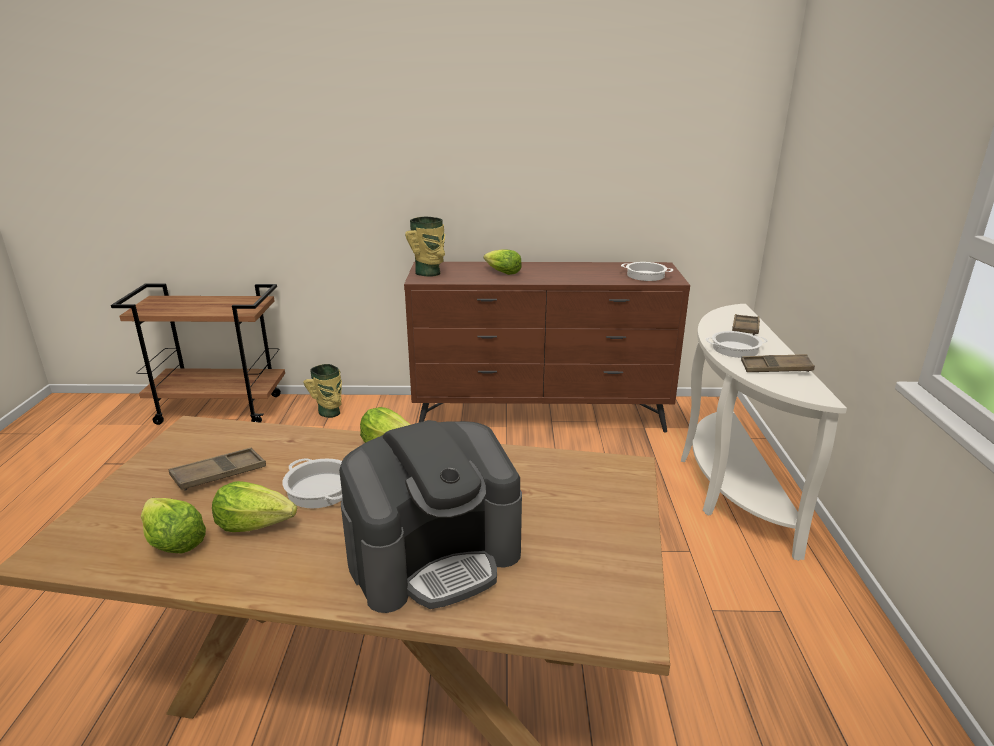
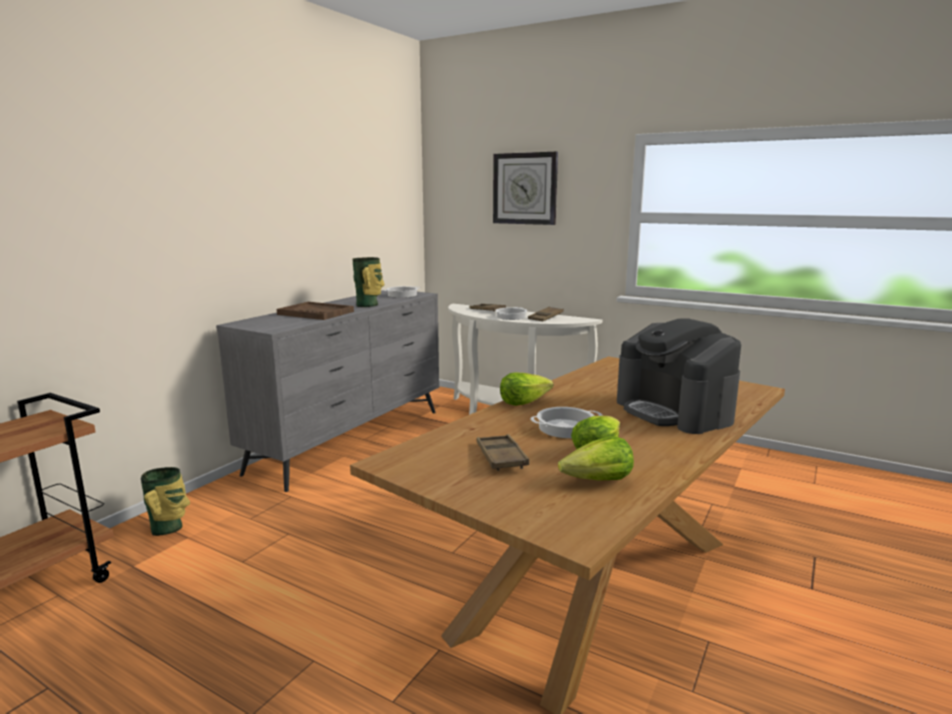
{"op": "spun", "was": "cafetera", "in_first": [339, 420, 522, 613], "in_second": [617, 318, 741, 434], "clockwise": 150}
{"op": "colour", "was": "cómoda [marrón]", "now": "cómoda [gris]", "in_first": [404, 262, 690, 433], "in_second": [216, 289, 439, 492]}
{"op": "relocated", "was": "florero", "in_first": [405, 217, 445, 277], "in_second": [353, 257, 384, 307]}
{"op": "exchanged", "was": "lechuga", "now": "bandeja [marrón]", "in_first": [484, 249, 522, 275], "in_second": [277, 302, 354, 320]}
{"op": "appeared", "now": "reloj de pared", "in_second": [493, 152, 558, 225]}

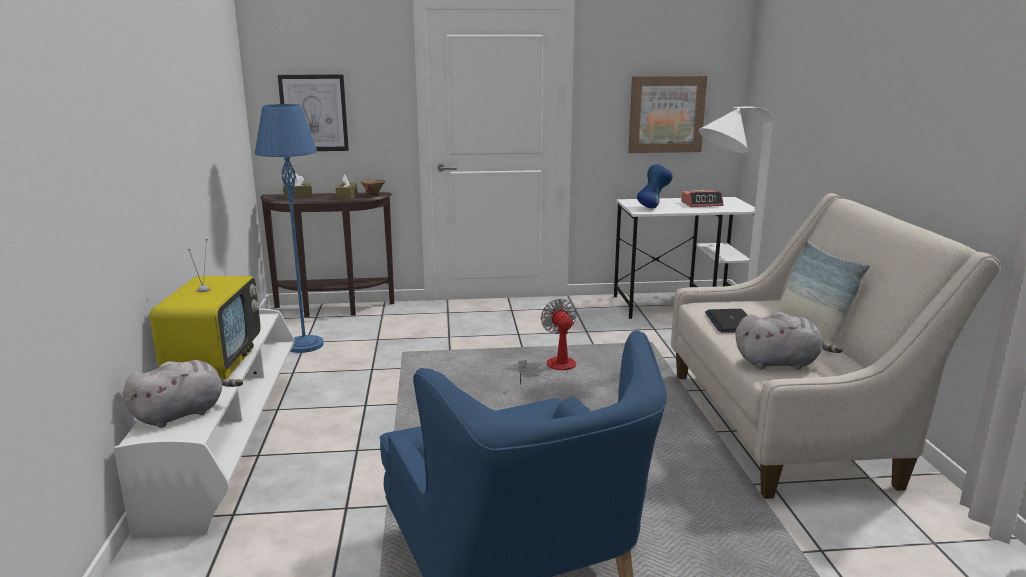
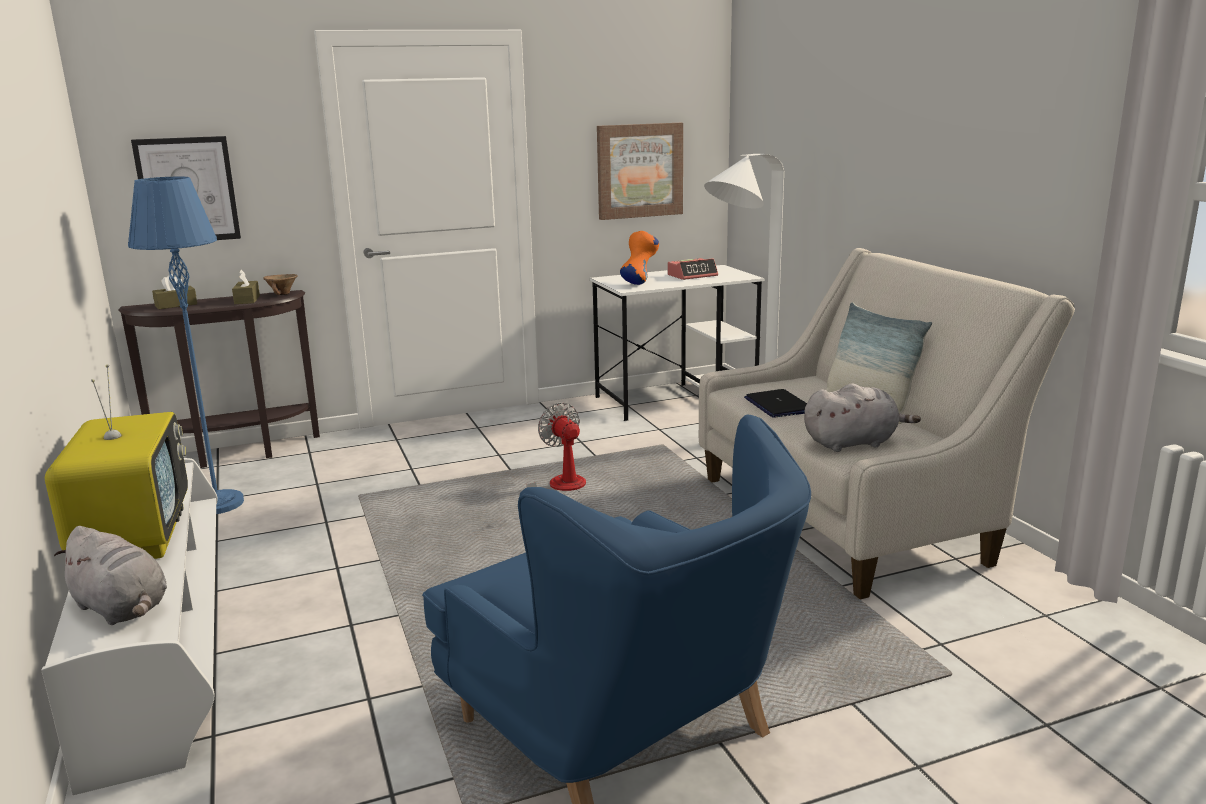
{"op": "spun", "was": "peluche [gris]", "in_first": [123, 360, 243, 428], "in_second": [54, 526, 167, 625], "clockwise": 90}
{"op": "colour", "was": "florero [azul]", "now": "florero [naranja]", "in_first": [637, 164, 673, 208], "in_second": [620, 231, 659, 285]}

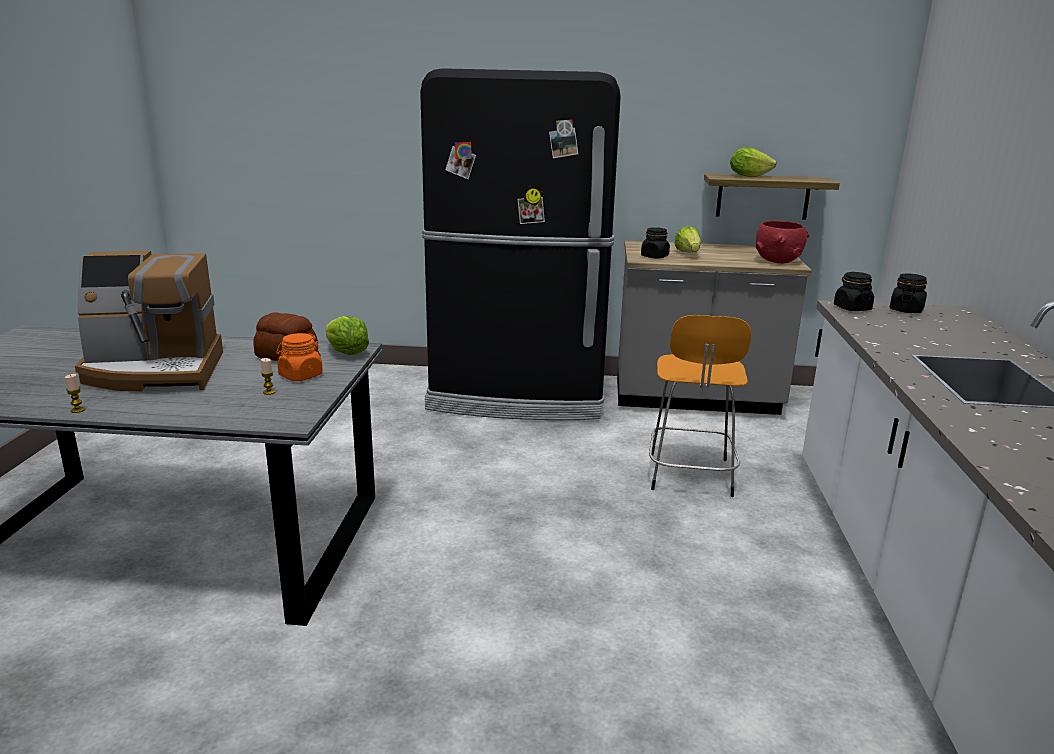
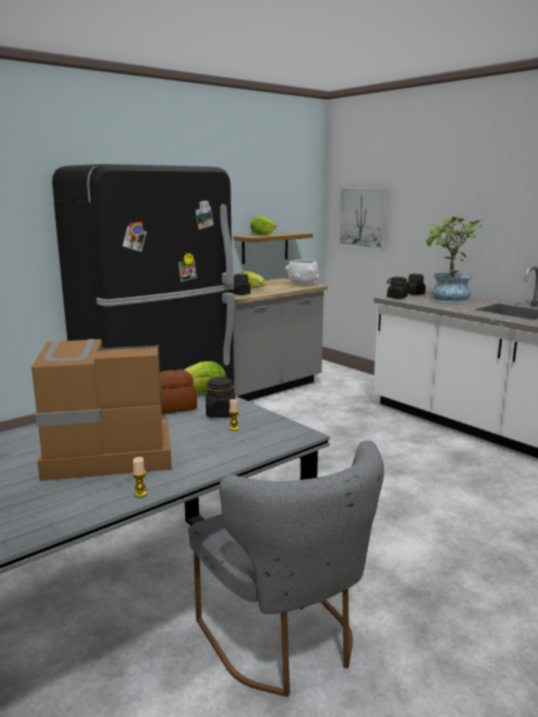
{"op": "spun", "was": "cafetera", "in_first": [75, 251, 223, 391], "in_second": [31, 339, 172, 481], "clockwise": -135}
{"op": "colour", "was": "tarro [naranja]", "now": "tarro [negro]", "in_first": [276, 333, 323, 381], "in_second": [205, 377, 235, 418]}
{"op": "missing", "was": "taburete [naranja]", "in_first": [649, 315, 751, 497]}
{"op": "colour", "was": "cuenco [rojo]", "now": "cuenco [blanco]", "in_first": [756, 221, 809, 263], "in_second": [285, 260, 320, 286]}
{"op": "appeared", "now": "silla [gris]", "in_second": [188, 441, 384, 697]}
{"op": "appeared", "now": "cuadro", "in_second": [338, 188, 388, 250]}
{"op": "appeared", "now": "planta en maceta", "in_second": [426, 217, 486, 303]}

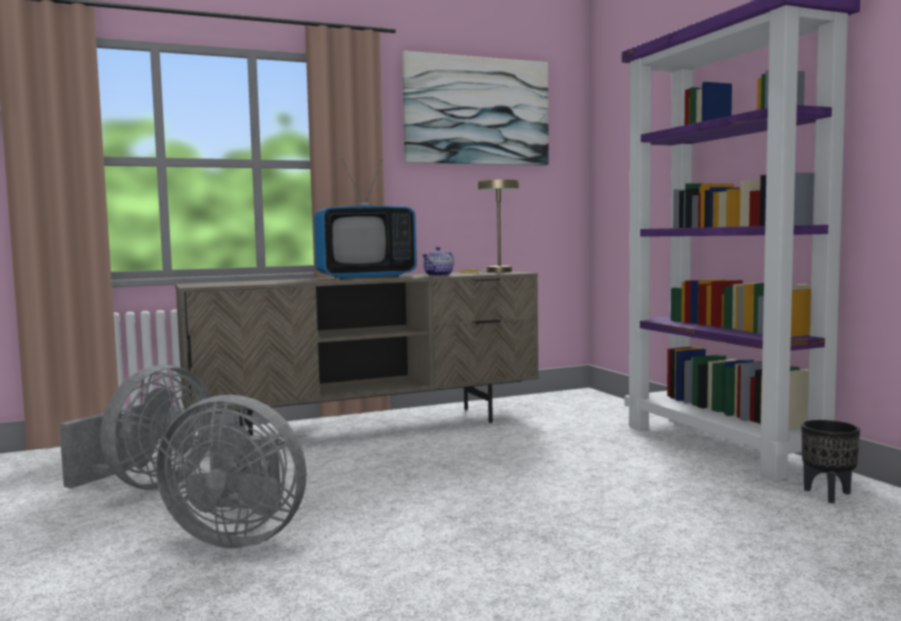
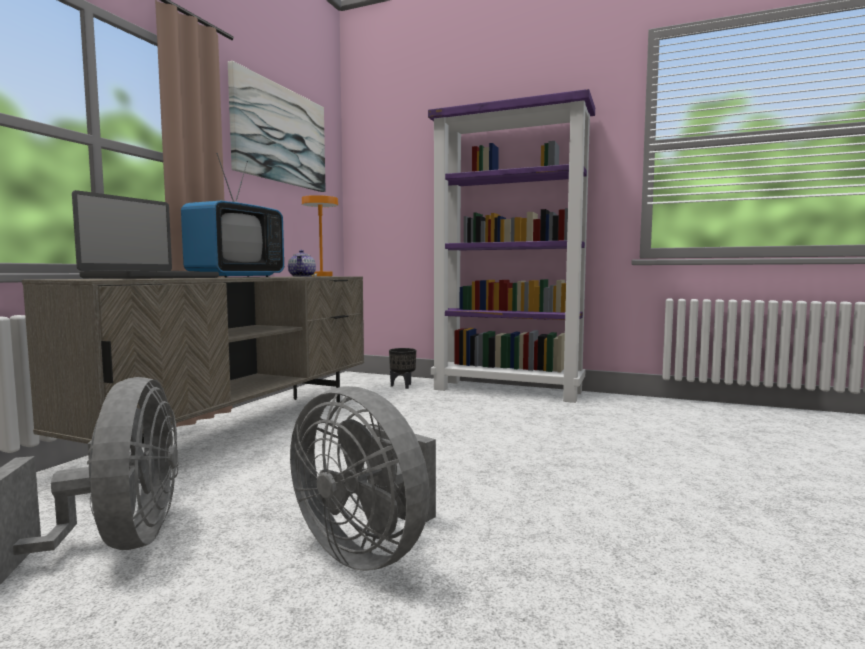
{"op": "spun", "was": "ventilador [gris]", "in_first": [156, 395, 306, 549], "in_second": [290, 386, 436, 571], "clockwise": 75}
{"op": "colour", "was": "lámpara de mesa [beis]", "now": "lámpara de mesa [naranja]", "in_first": [460, 179, 519, 273], "in_second": [302, 195, 338, 276]}
{"op": "relocated", "was": "maceta [negro]", "in_first": [801, 420, 860, 503], "in_second": [389, 348, 416, 389]}
{"op": "appeared", "now": "portátil", "in_second": [72, 190, 219, 279]}

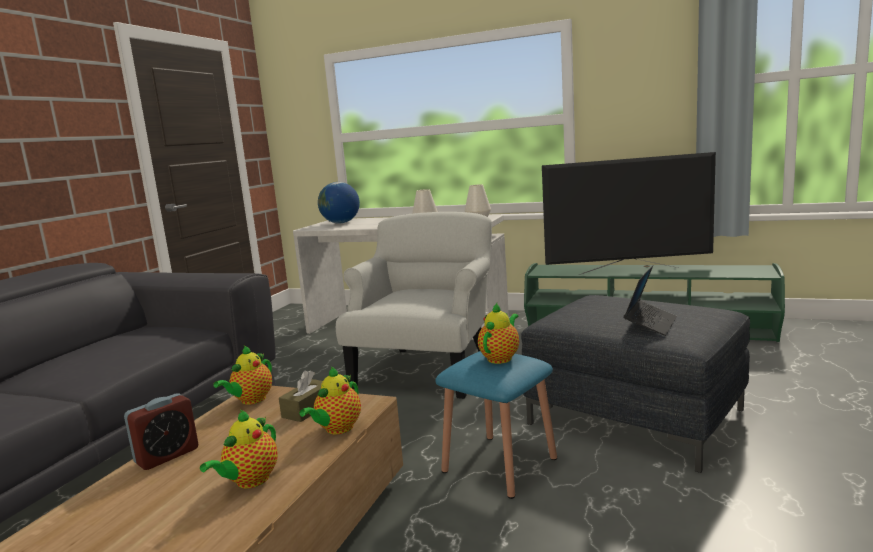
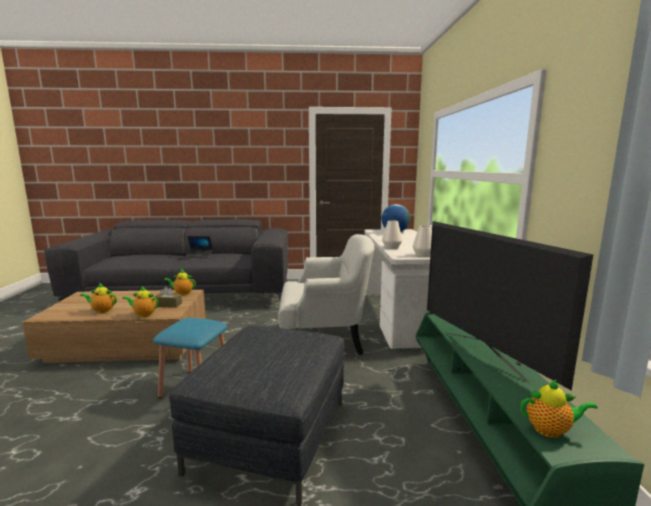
{"op": "missing", "was": "despertador", "in_first": [124, 393, 198, 470]}
{"op": "relocated", "was": "tetera", "in_first": [478, 303, 519, 364], "in_second": [520, 380, 598, 438]}
{"op": "relocated", "was": "portátil", "in_first": [623, 265, 677, 336], "in_second": [185, 236, 213, 258]}

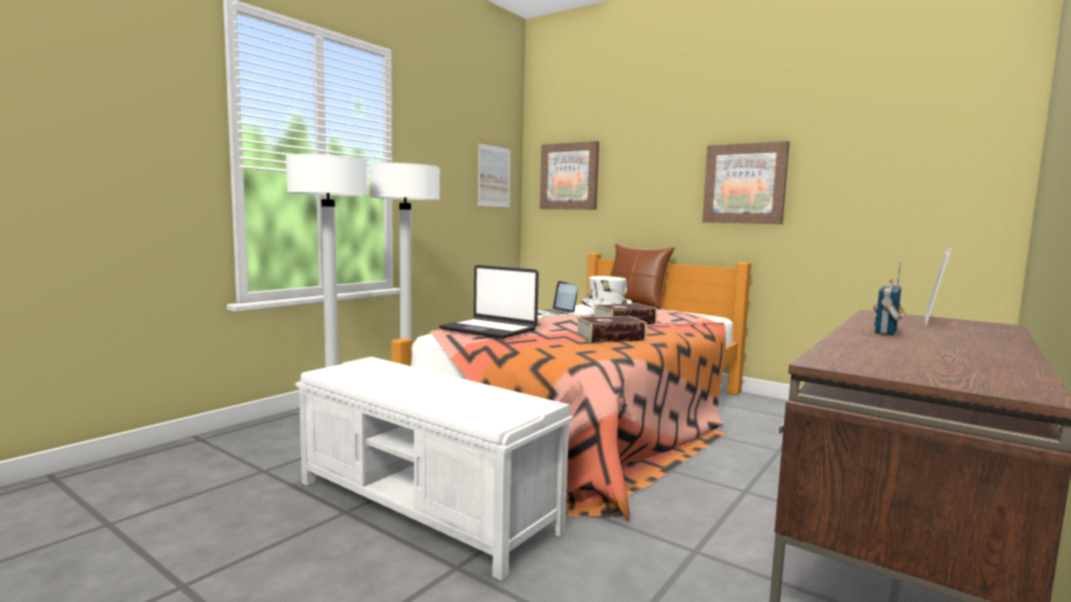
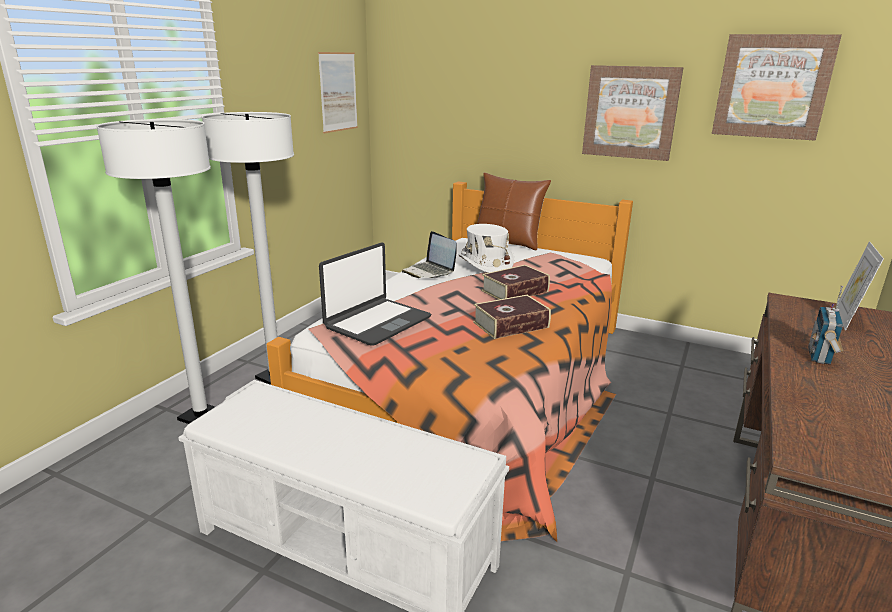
{"op": "spun", "was": "portátil", "in_first": [439, 265, 539, 339], "in_second": [319, 242, 431, 346], "clockwise": -75}
{"op": "relocated", "was": "cuadro", "in_first": [540, 141, 599, 210], "in_second": [712, 34, 842, 141]}

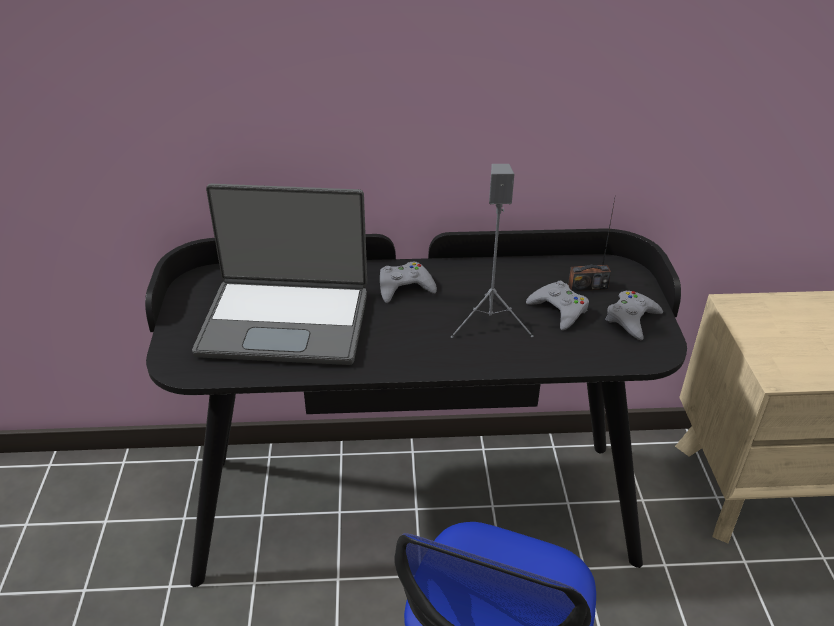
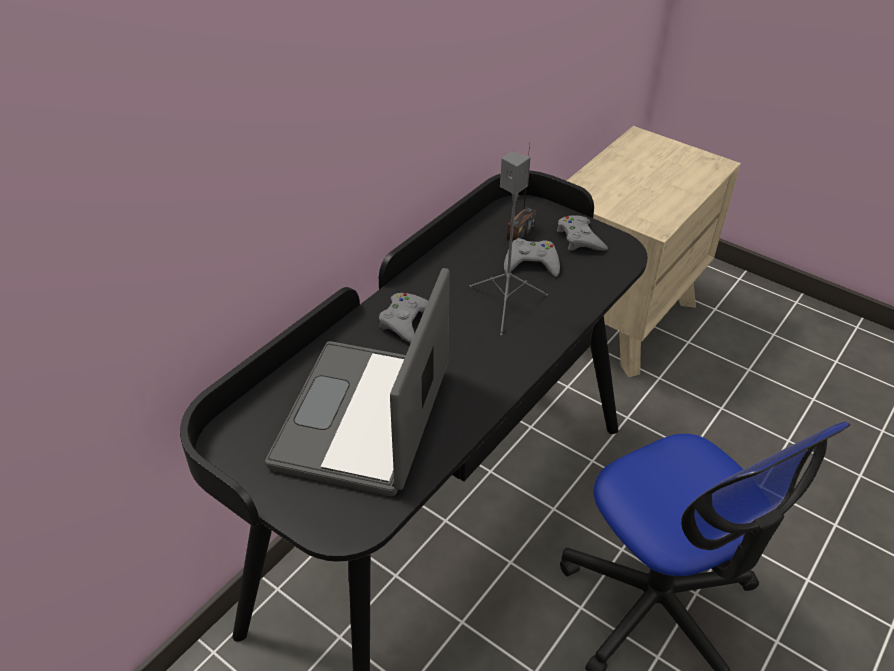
{"op": "spun", "was": "portátil", "in_first": [192, 184, 367, 365], "in_second": [265, 268, 450, 496], "clockwise": 150}

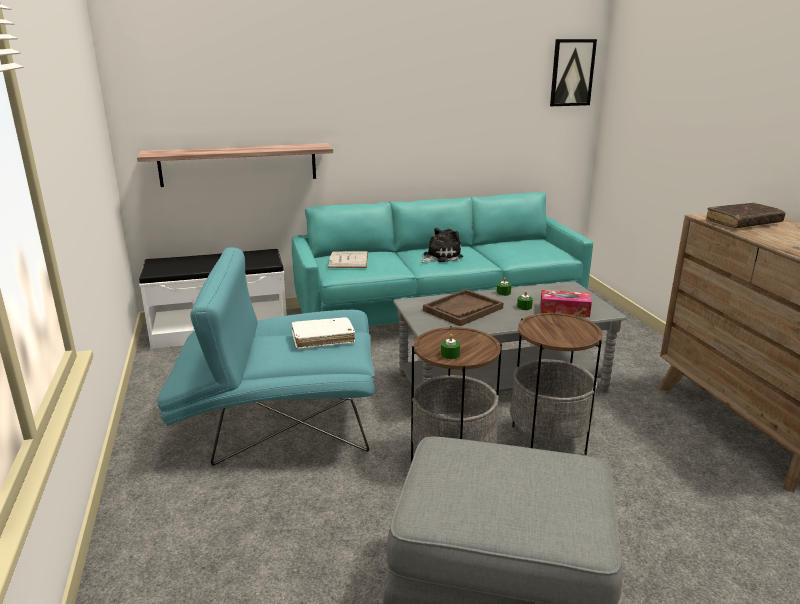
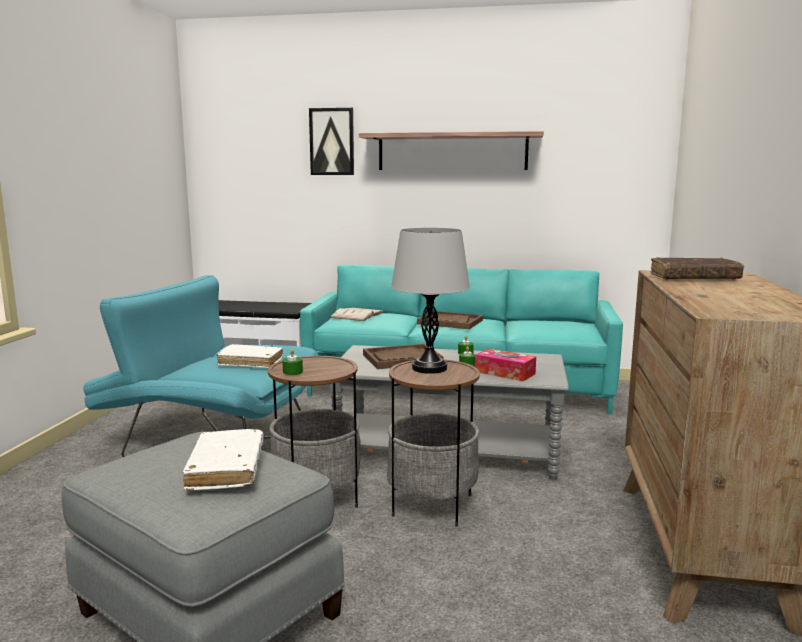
{"op": "relocated", "was": "estante", "in_first": [137, 143, 333, 187], "in_second": [359, 131, 544, 170]}
{"op": "exchanged", "was": "peluche", "now": "bandeja [marrón]", "in_first": [421, 228, 463, 263], "in_second": [417, 311, 483, 329]}
{"op": "relocated", "was": "cuadro", "in_first": [550, 39, 597, 106], "in_second": [309, 108, 354, 175]}
{"op": "appeared", "now": "libro [blanco]", "in_second": [183, 429, 263, 491]}
{"op": "appeared", "now": "lámpara de mesa [gris]", "in_second": [391, 228, 470, 374]}

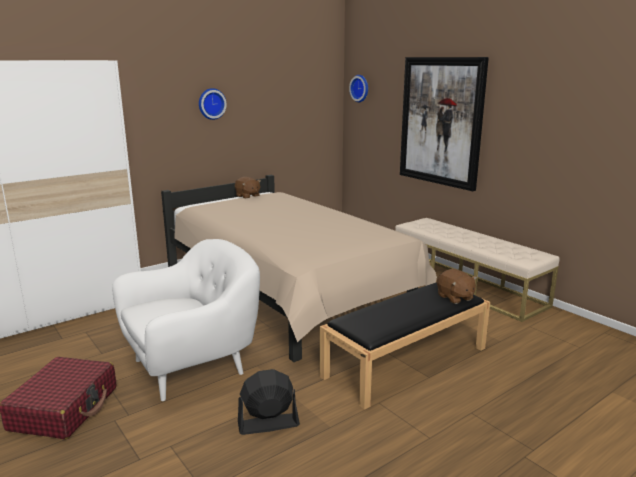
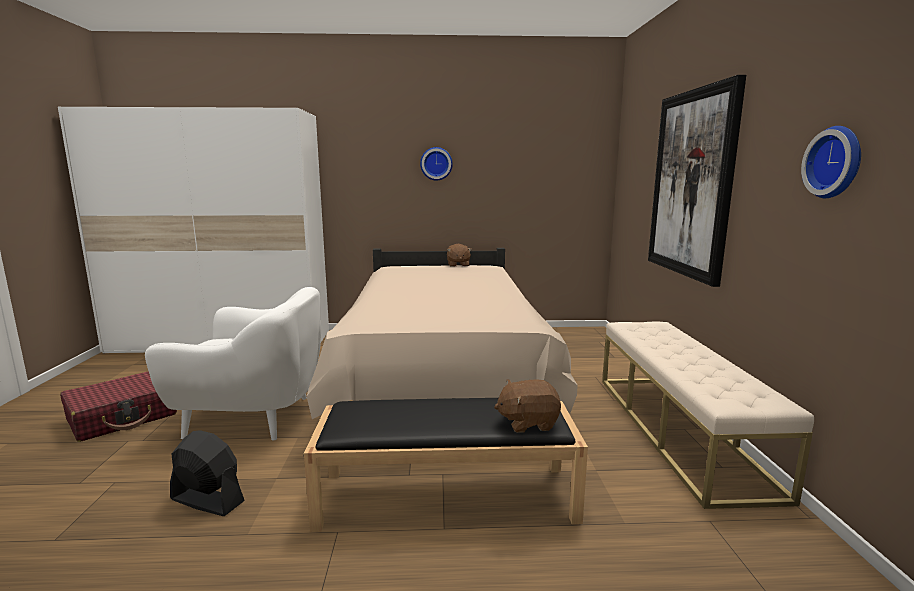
{"op": "relocated", "was": "reloj de pared", "in_first": [349, 75, 368, 102], "in_second": [801, 126, 861, 198]}
{"op": "spun", "was": "peluche [marrón]", "in_first": [437, 269, 477, 304], "in_second": [494, 380, 561, 433], "clockwise": 75}

